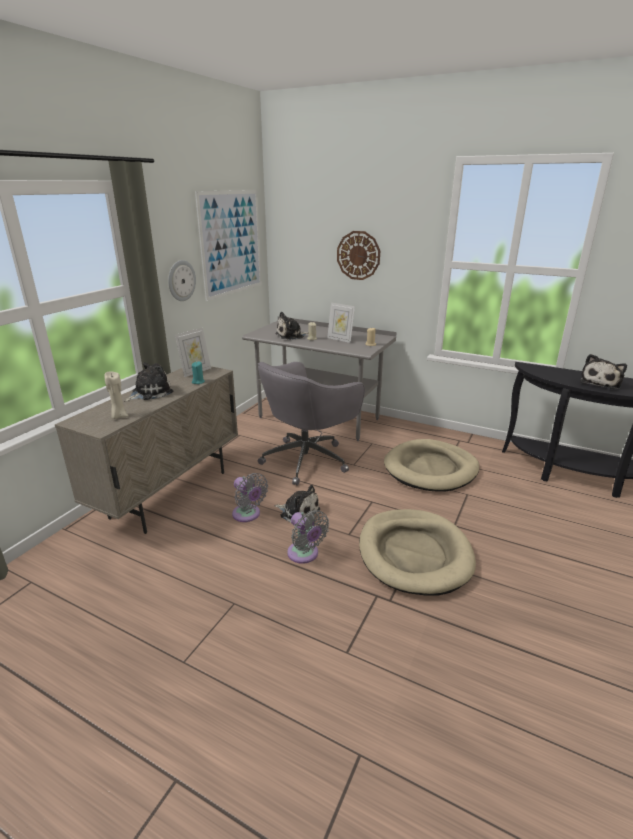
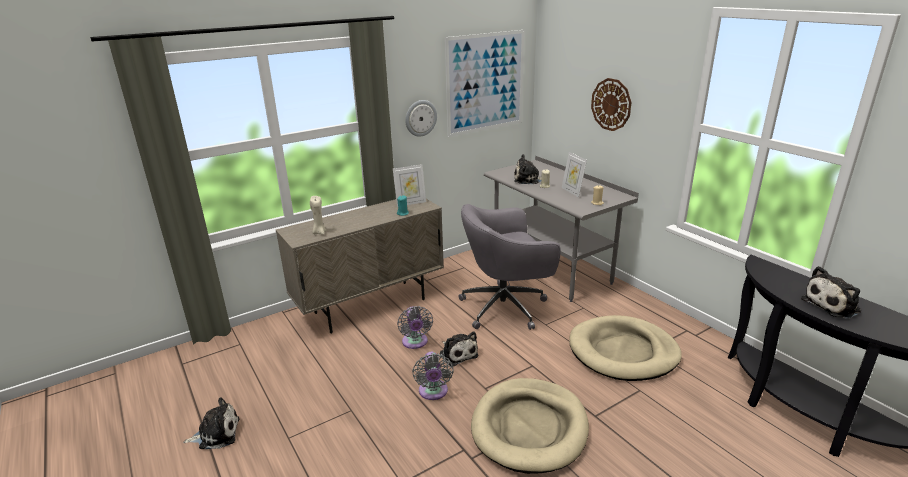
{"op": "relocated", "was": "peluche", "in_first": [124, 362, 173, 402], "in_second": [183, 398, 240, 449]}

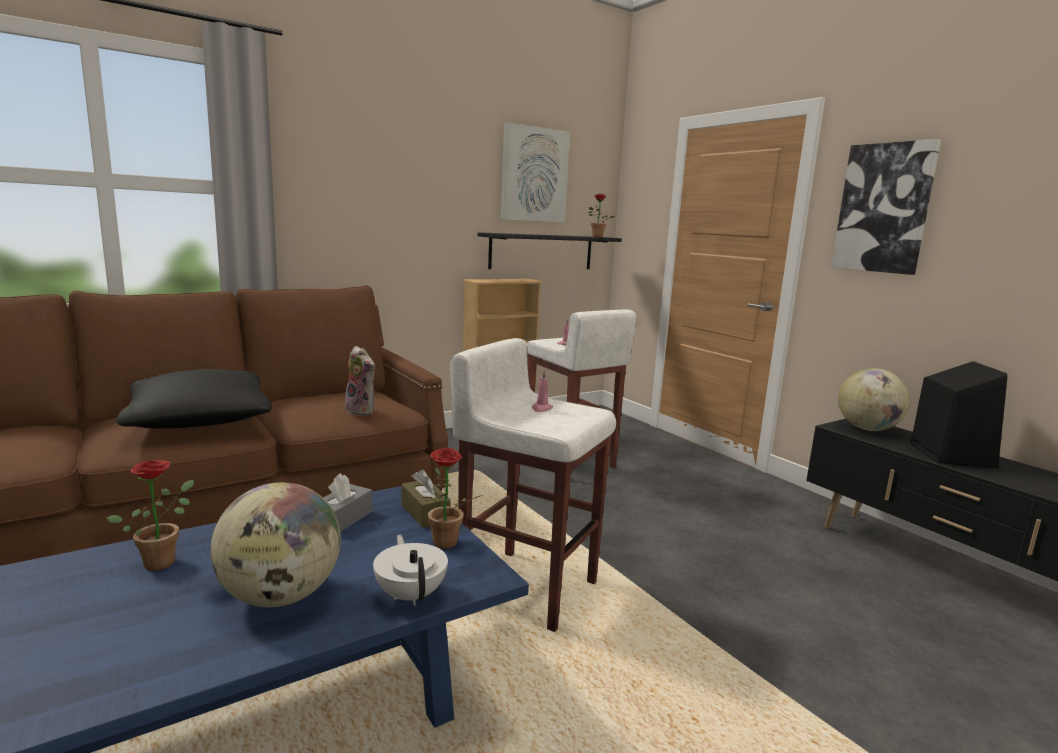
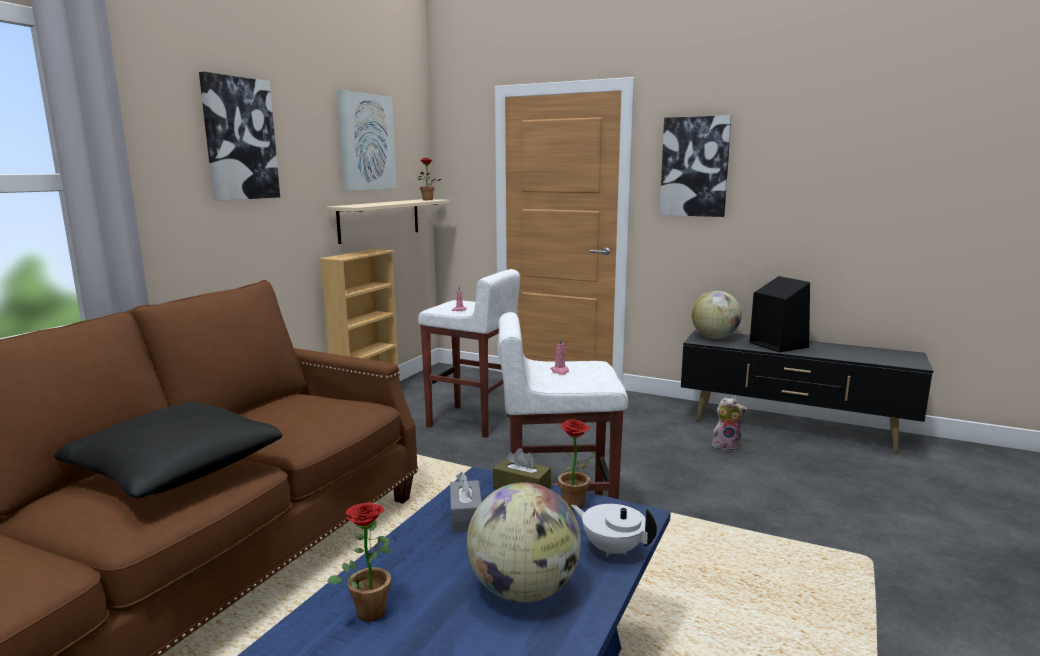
{"op": "relocated", "was": "peluche", "in_first": [345, 346, 375, 416], "in_second": [712, 397, 748, 451]}
{"op": "colour", "was": "estante [negro]", "now": "estante [beis]", "in_first": [477, 232, 622, 269], "in_second": [326, 199, 450, 244]}
{"op": "appeared", "now": "cuadro", "in_second": [199, 72, 280, 201]}

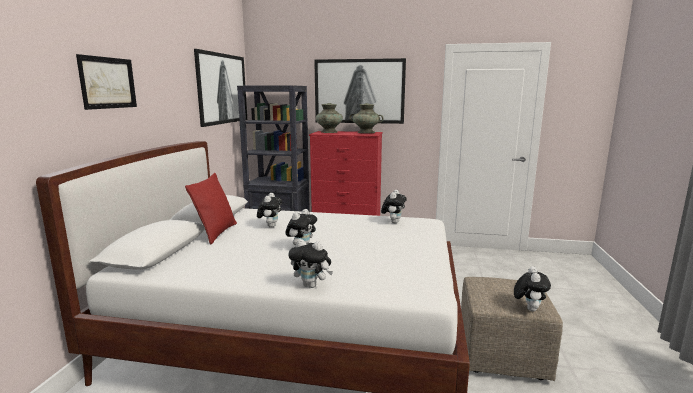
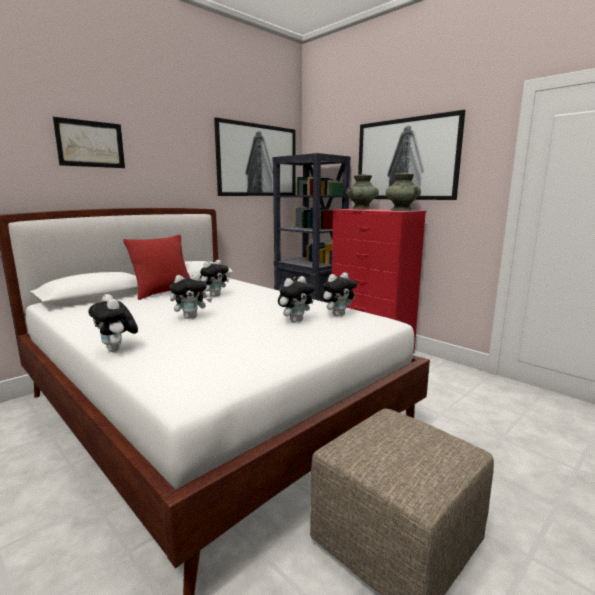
{"op": "relocated", "was": "peluche", "in_first": [514, 266, 551, 311], "in_second": [278, 276, 315, 322]}

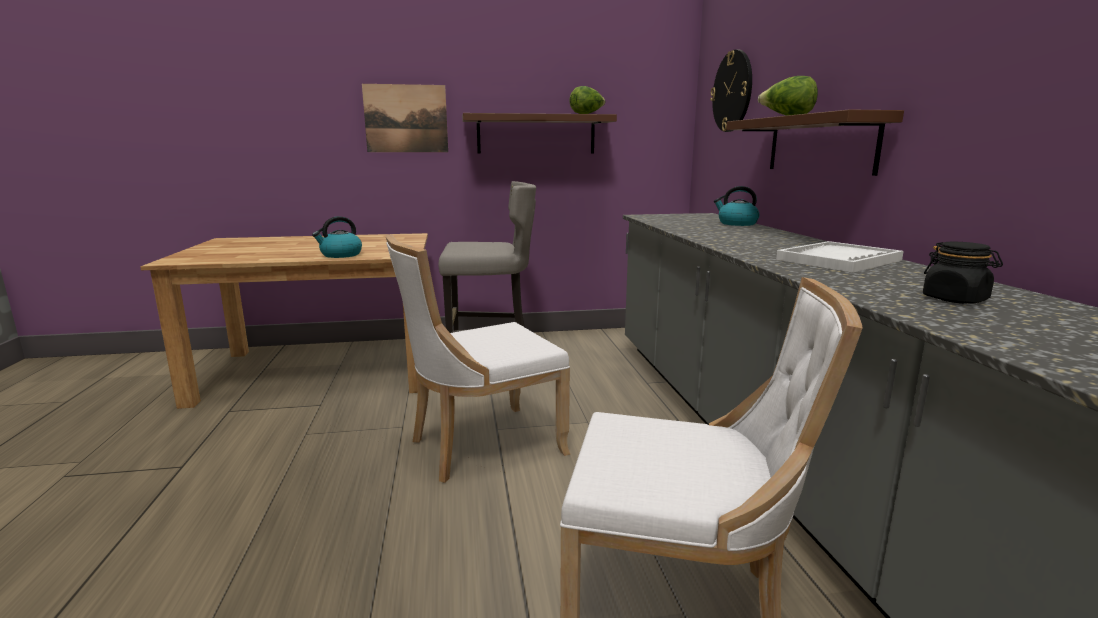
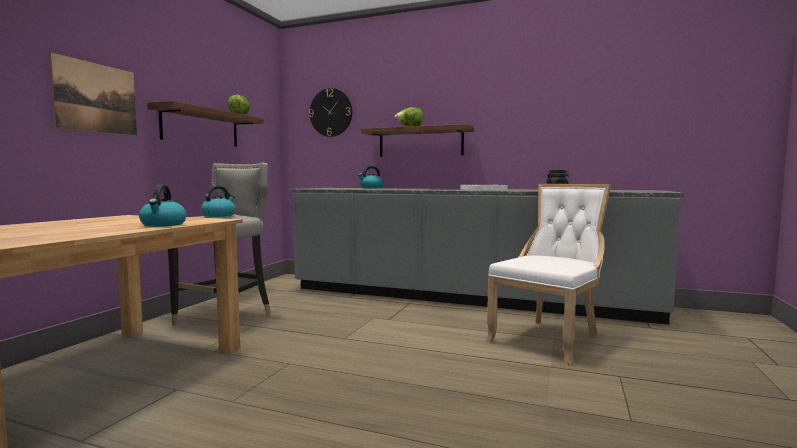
{"op": "missing", "was": "silla [blanco]", "in_first": [385, 234, 570, 483]}
{"op": "appeared", "now": "hervidor", "in_second": [201, 186, 235, 217]}

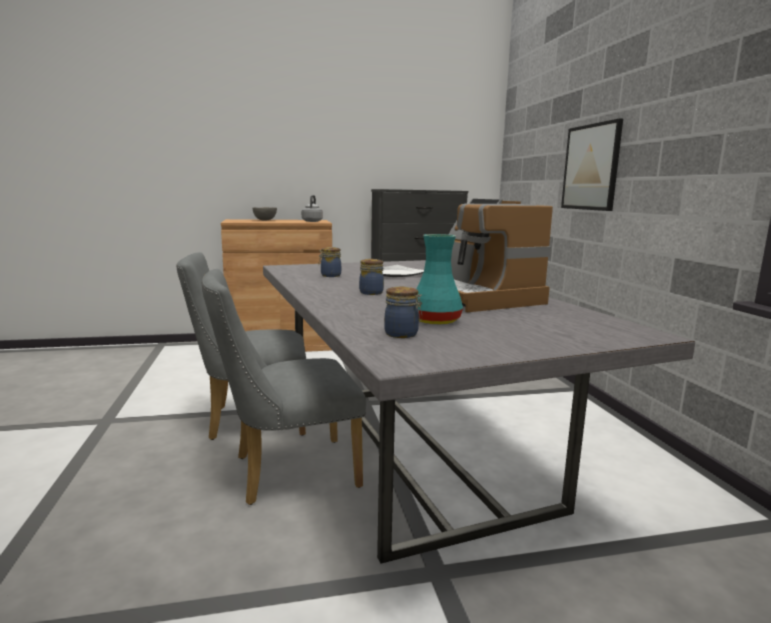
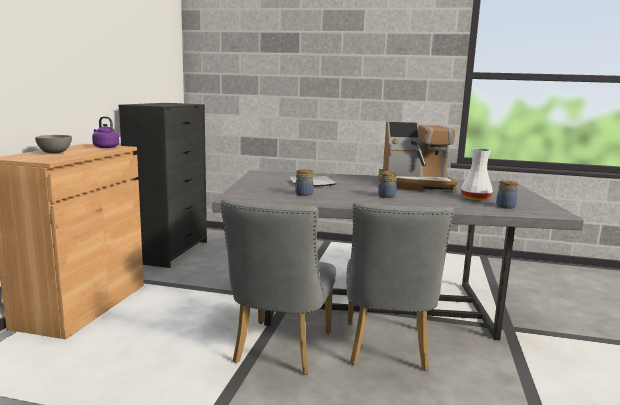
{"op": "colour", "was": "hervidor [gris]", "now": "hervidor [morado]", "in_first": [302, 195, 323, 222], "in_second": [92, 116, 119, 148]}
{"op": "colour", "was": "florero [turquesa]", "now": "florero [blanco]", "in_first": [416, 234, 463, 324], "in_second": [461, 149, 493, 201]}
{"op": "missing", "was": "cuadro", "in_first": [561, 118, 623, 211]}

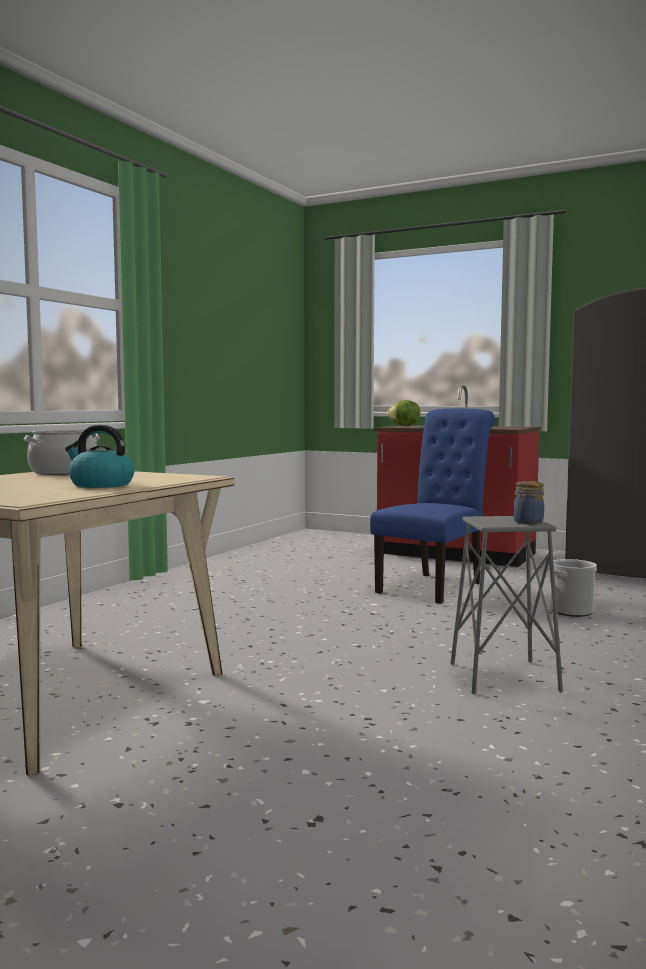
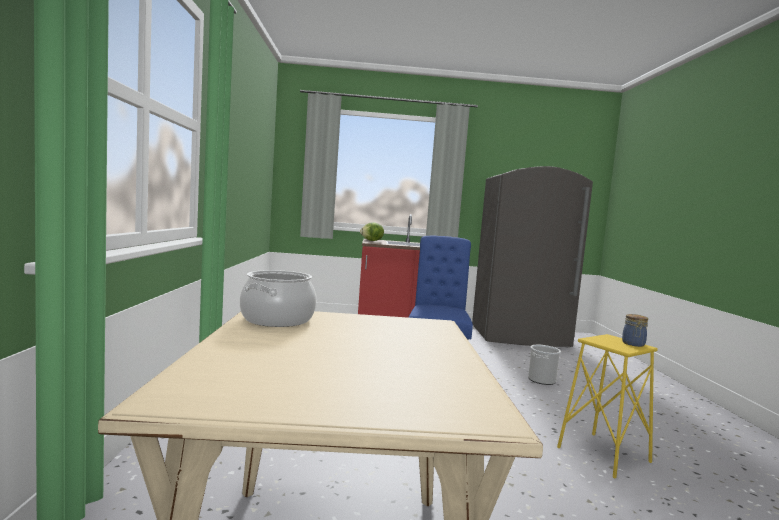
{"op": "missing", "was": "hervidor", "in_first": [65, 425, 134, 488]}
{"op": "colour", "was": "taburete [gris]", "now": "taburete [amarillo]", "in_first": [450, 516, 563, 694], "in_second": [557, 334, 658, 478]}

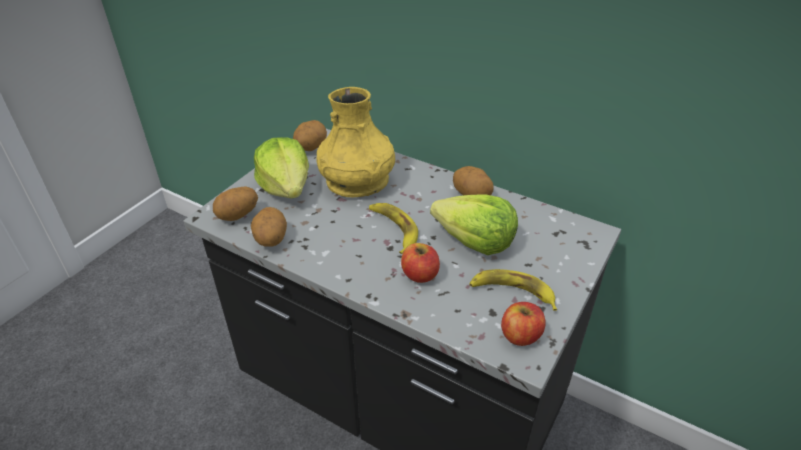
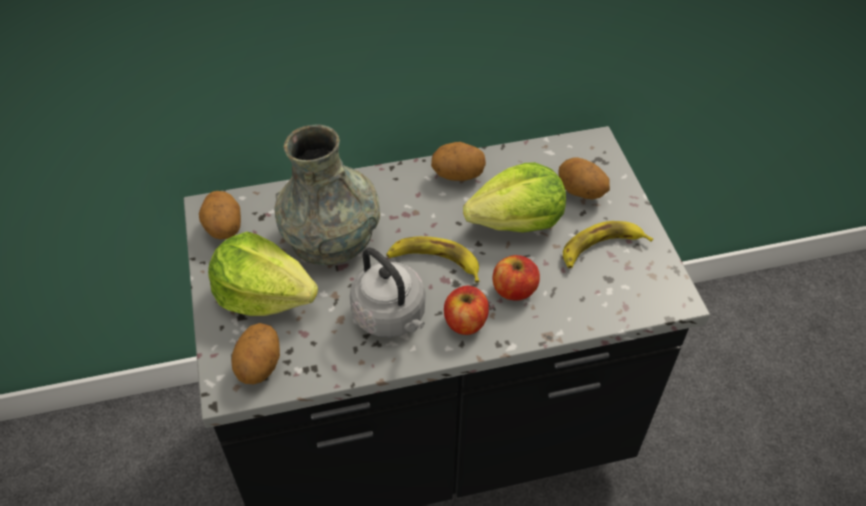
{"op": "relocated", "was": "patata", "in_first": [251, 207, 287, 247], "in_second": [559, 157, 610, 199]}
{"op": "colour", "was": "florero [amarillo]", "now": "florero [gris]", "in_first": [316, 87, 395, 197], "in_second": [275, 124, 380, 265]}
{"op": "relocated", "was": "manzana", "in_first": [501, 302, 545, 346], "in_second": [444, 286, 489, 335]}
{"op": "appeared", "now": "hervidor [gris]", "in_second": [350, 247, 425, 338]}

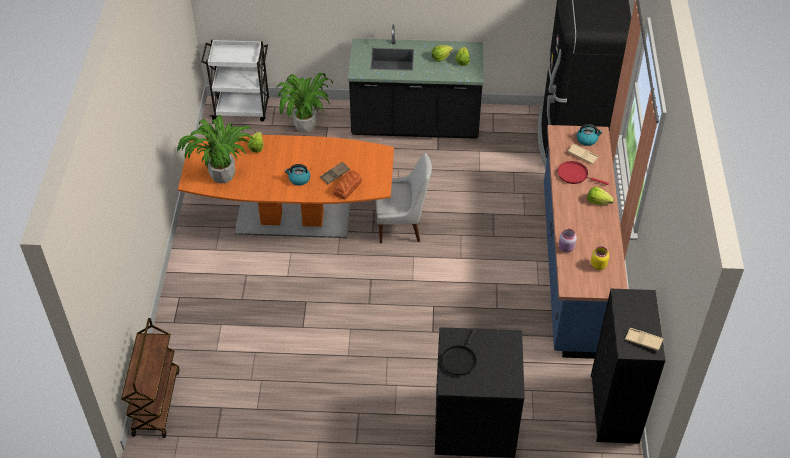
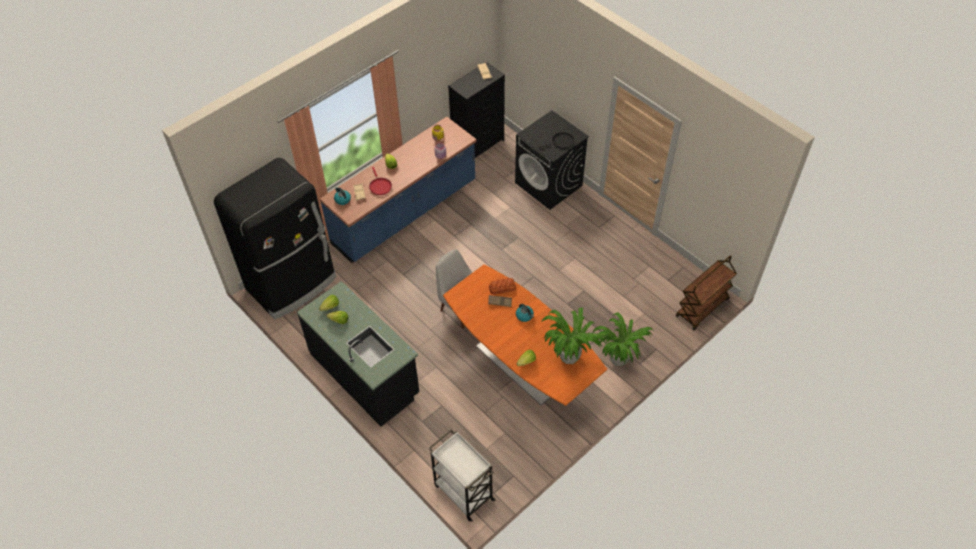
{"op": "relocated", "was": "planta en maceta", "in_first": [275, 73, 333, 133], "in_second": [592, 312, 654, 366]}

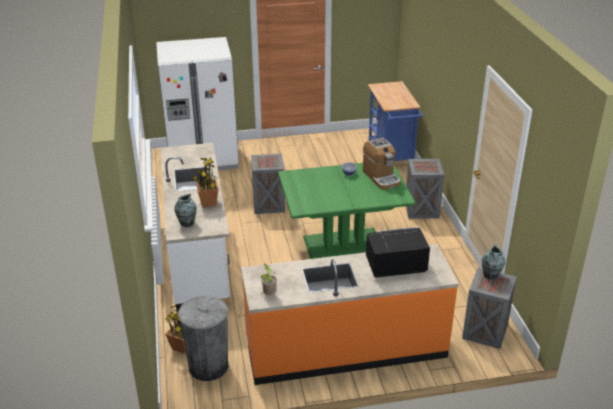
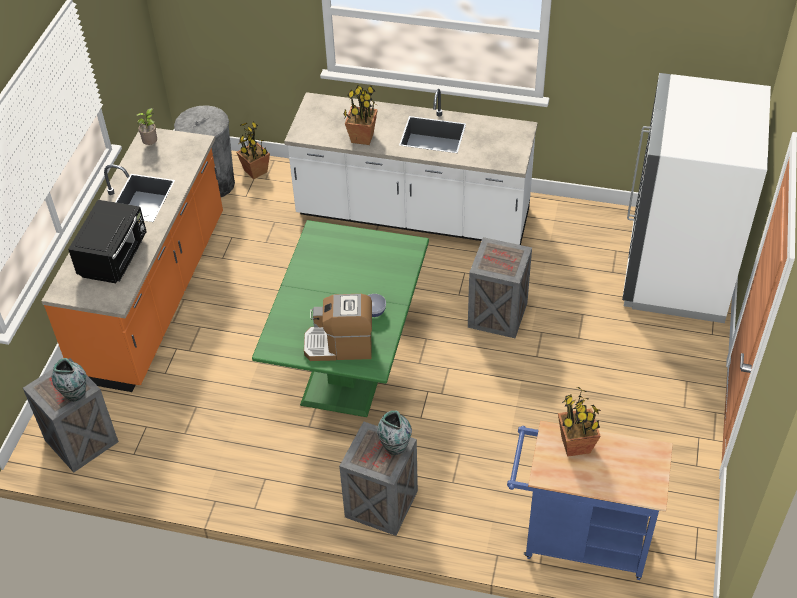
{"op": "relocated", "was": "florero", "in_first": [175, 194, 197, 227], "in_second": [377, 410, 412, 455]}
{"op": "appeared", "now": "planta en maceta", "in_second": [558, 387, 601, 457]}

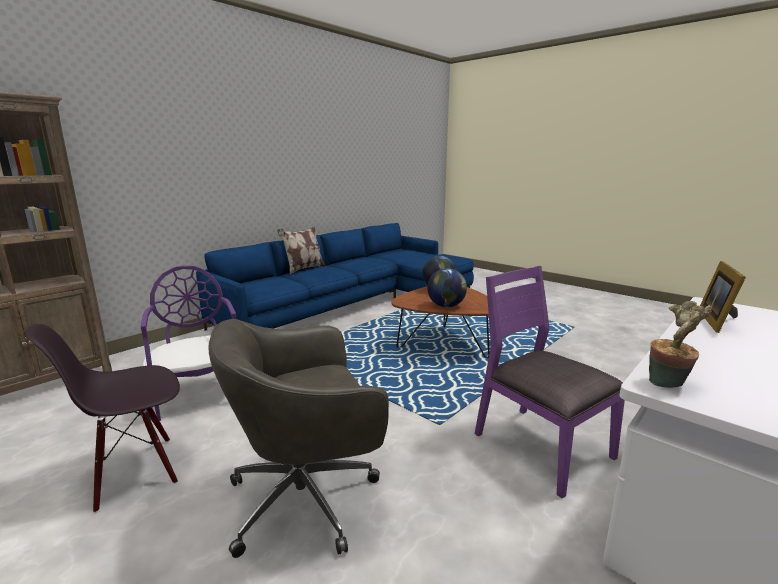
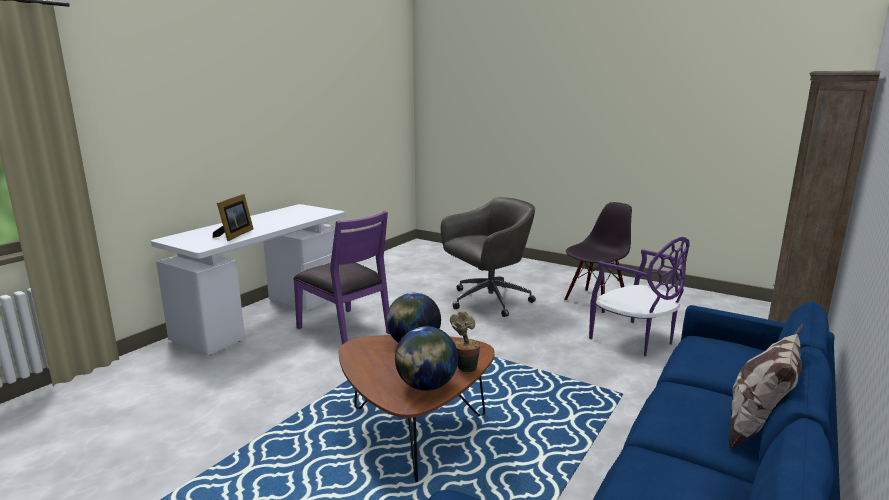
{"op": "relocated", "was": "planta en maceta", "in_first": [649, 301, 712, 388], "in_second": [450, 311, 481, 373]}

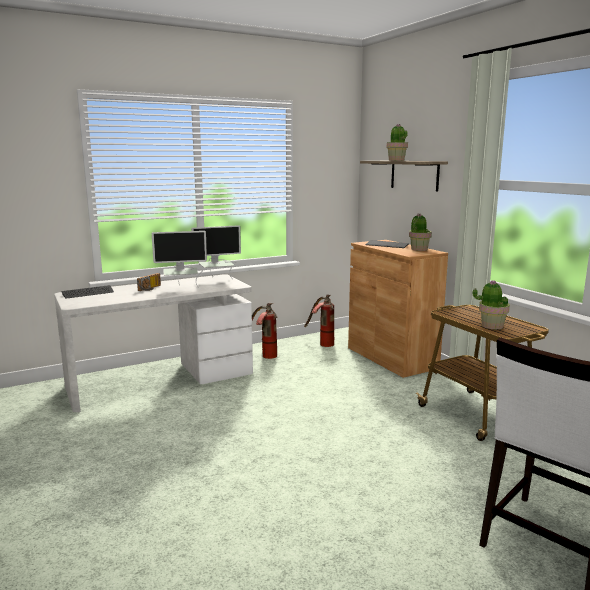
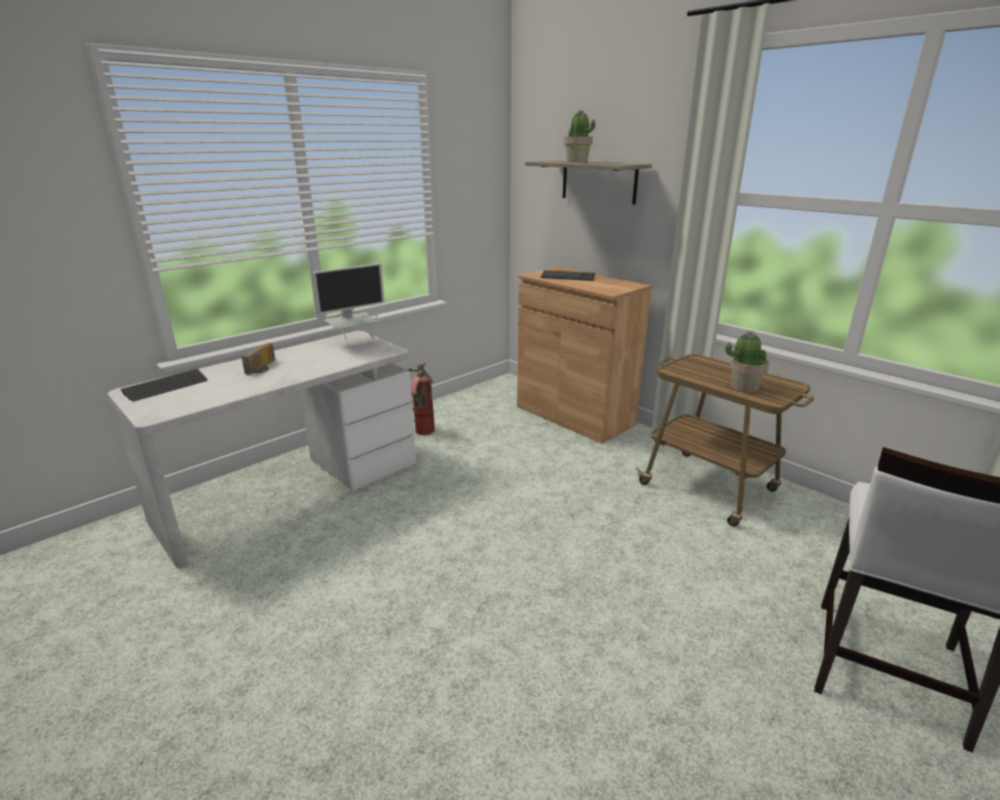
{"op": "missing", "was": "monitor", "in_first": [152, 231, 207, 288]}
{"op": "missing", "was": "extintor", "in_first": [304, 294, 334, 347]}
{"op": "missing", "was": "planta en maceta", "in_first": [409, 213, 432, 251]}

